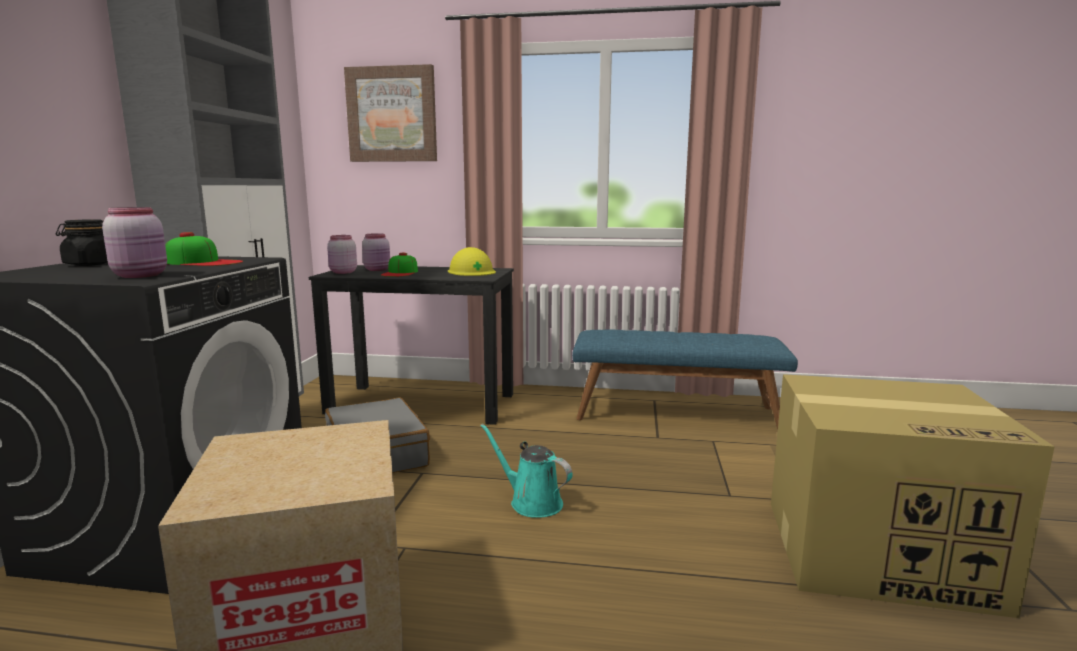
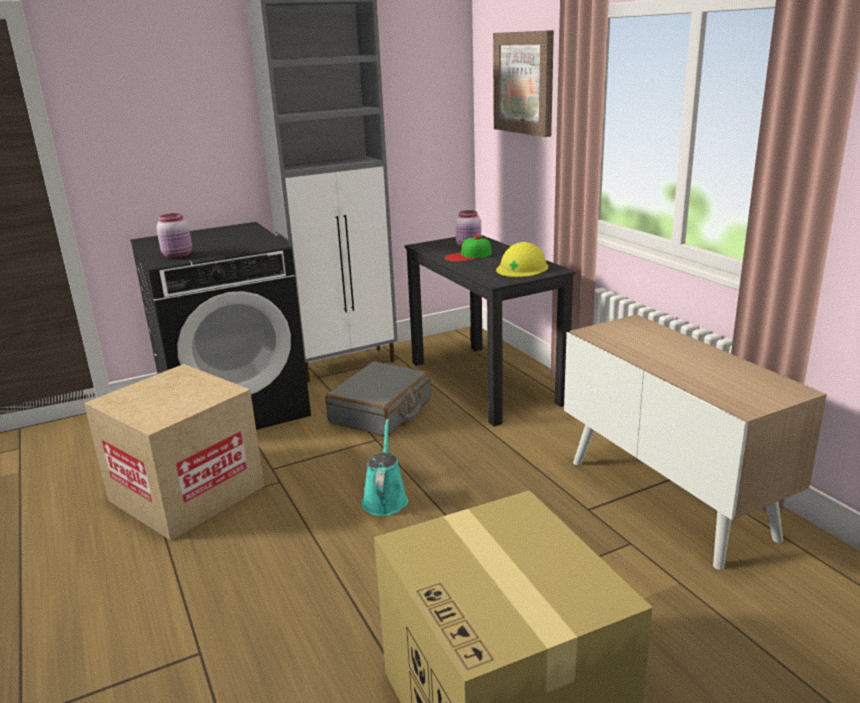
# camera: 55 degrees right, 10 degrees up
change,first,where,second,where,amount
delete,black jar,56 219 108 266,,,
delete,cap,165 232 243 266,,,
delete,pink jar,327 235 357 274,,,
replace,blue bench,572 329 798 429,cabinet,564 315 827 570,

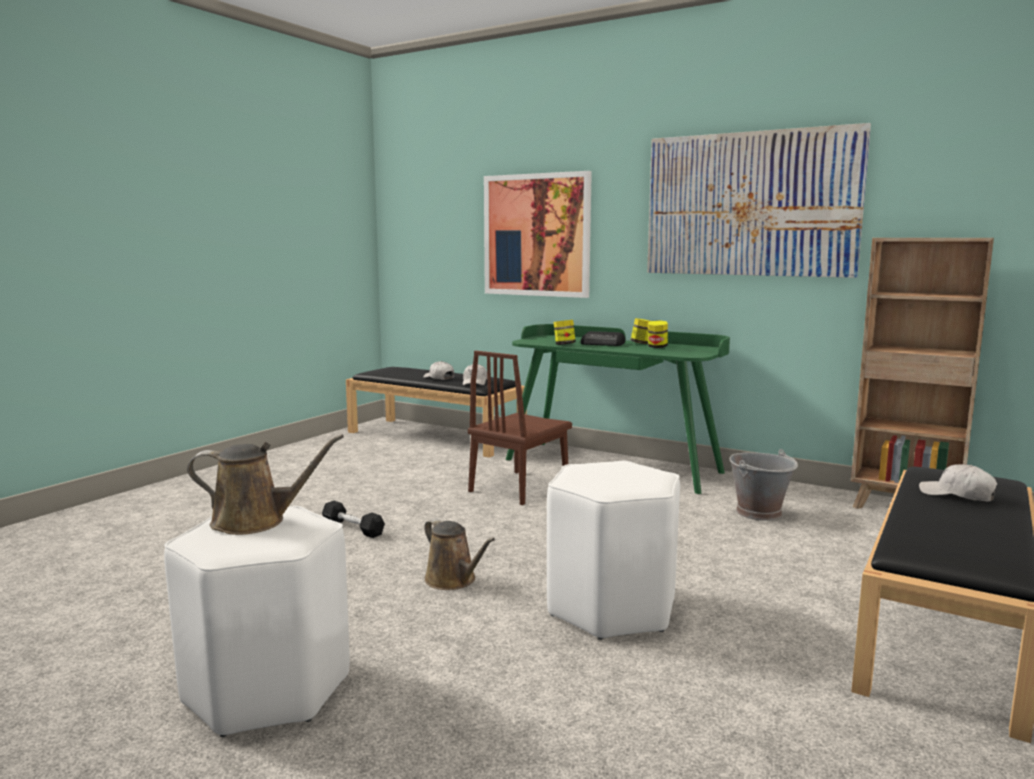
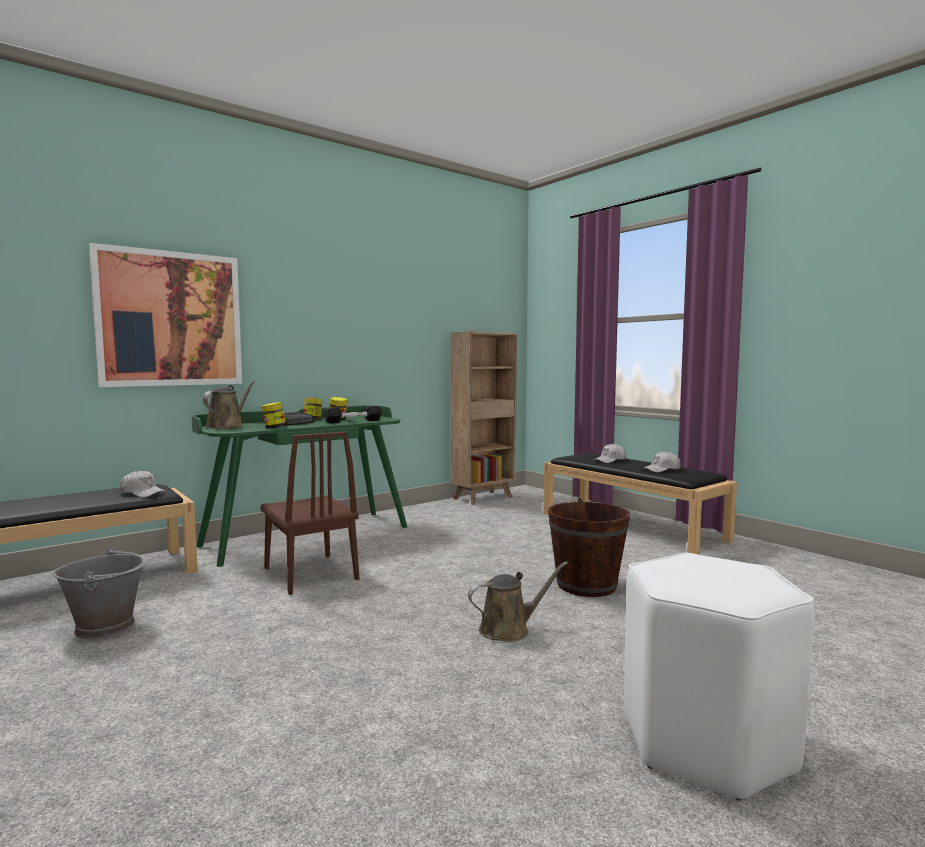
# camera: 70 degrees left, 5 degrees down
change,first,where,second,where,amount
delete,picture,647 123 871 278,,,
move,white cap,423 361 454 380,,643 451 681 472,
move,brown watering can,187 434 344 535,,203 380 256 429,
move,grey bucket,730 449 798 521,,53 547 146 640,
replace,white stool,547 461 680 640,brown bucket,548 498 630 597,
move,black dumbbell,322 501 385 538,,324 406 381 424,

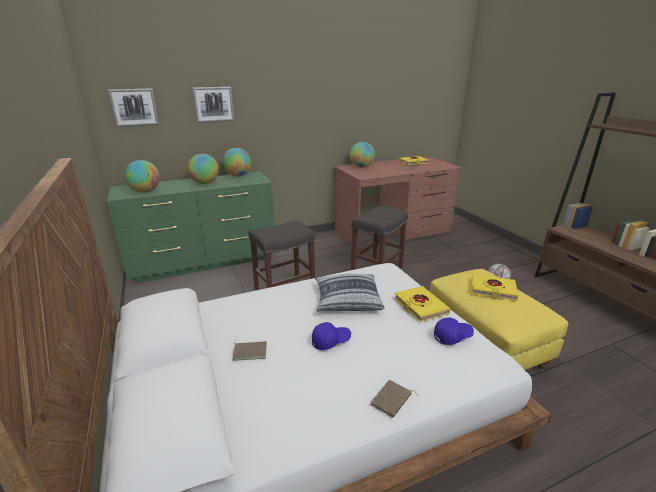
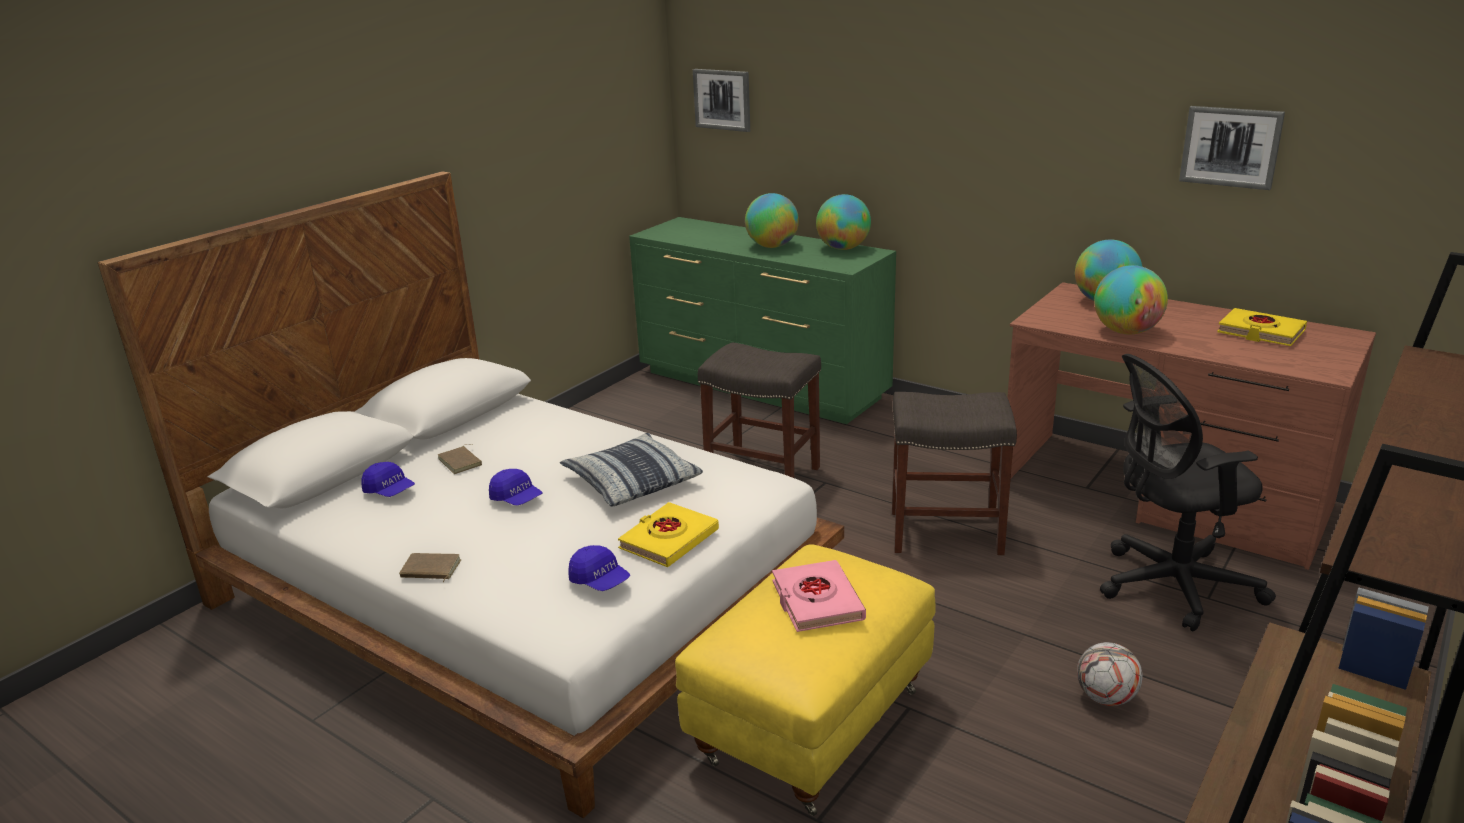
# camera: 60 degrees right, 0 degrees up
change,first,where,second,where,amount
move,picture,192 87 235 123,,1179 106 1285 190,
move,globe,124 160 160 193,,1094 265 1168 335,
recolor,yellow book,472 274 519 301,pink book,772 560 866 632,
insert,,,black office chair,1100 354 1276 631,
insert,,,blue cap,361 462 415 497,

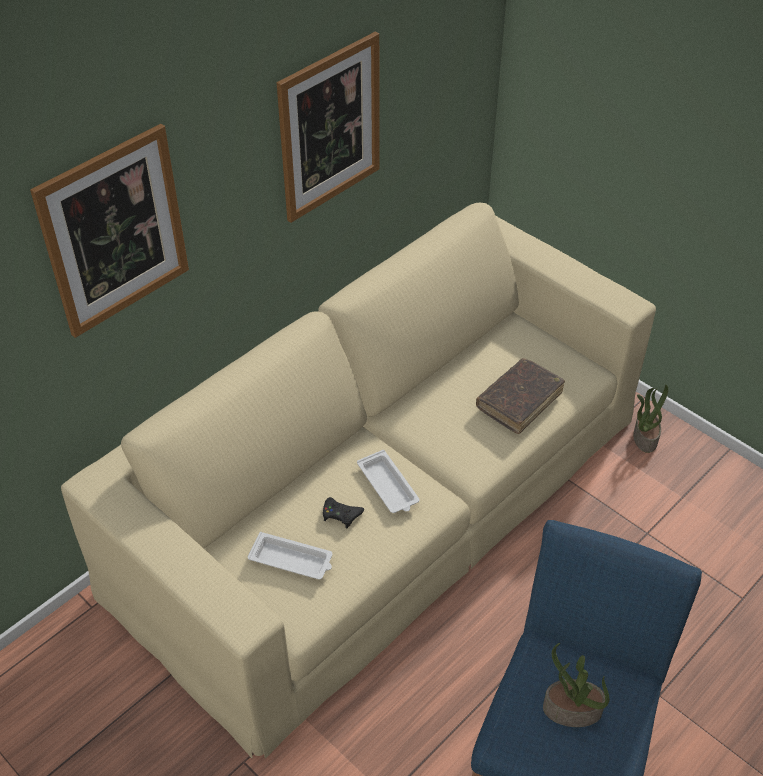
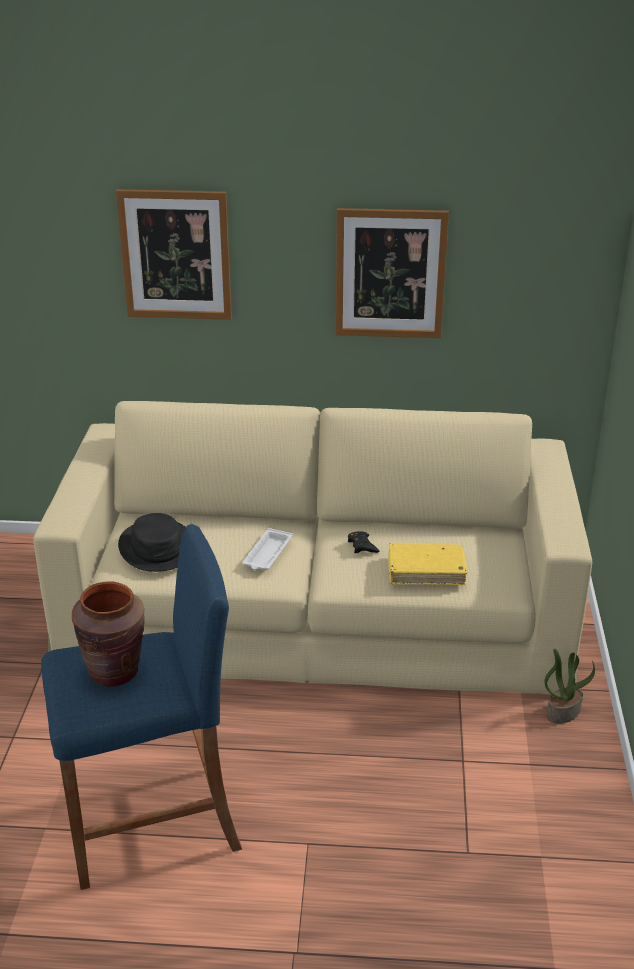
# camera: 50 degrees right, 15 degrees down
change,first,where,second,where,amount
recolor,brown book,476 358 565 434,yellow book,388 543 467 585,
move,black game controller,323 497 364 528,,348 532 379 553,
replace,white tray,247 532 333 580,black hat,118 513 186 572,
replace,potted plant,543 643 609 727,brown vase,72 582 145 687,

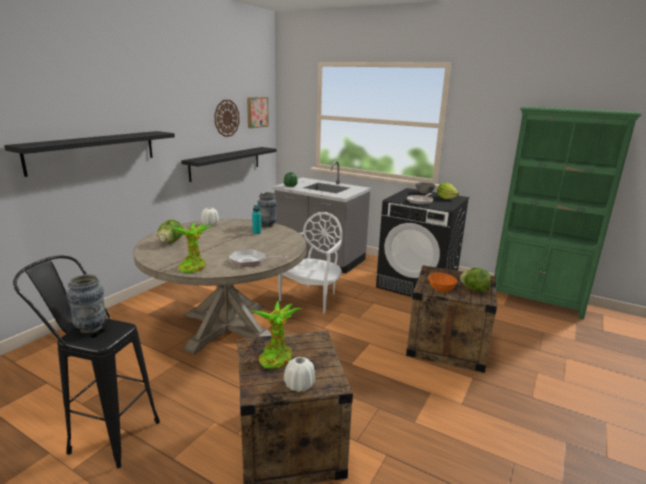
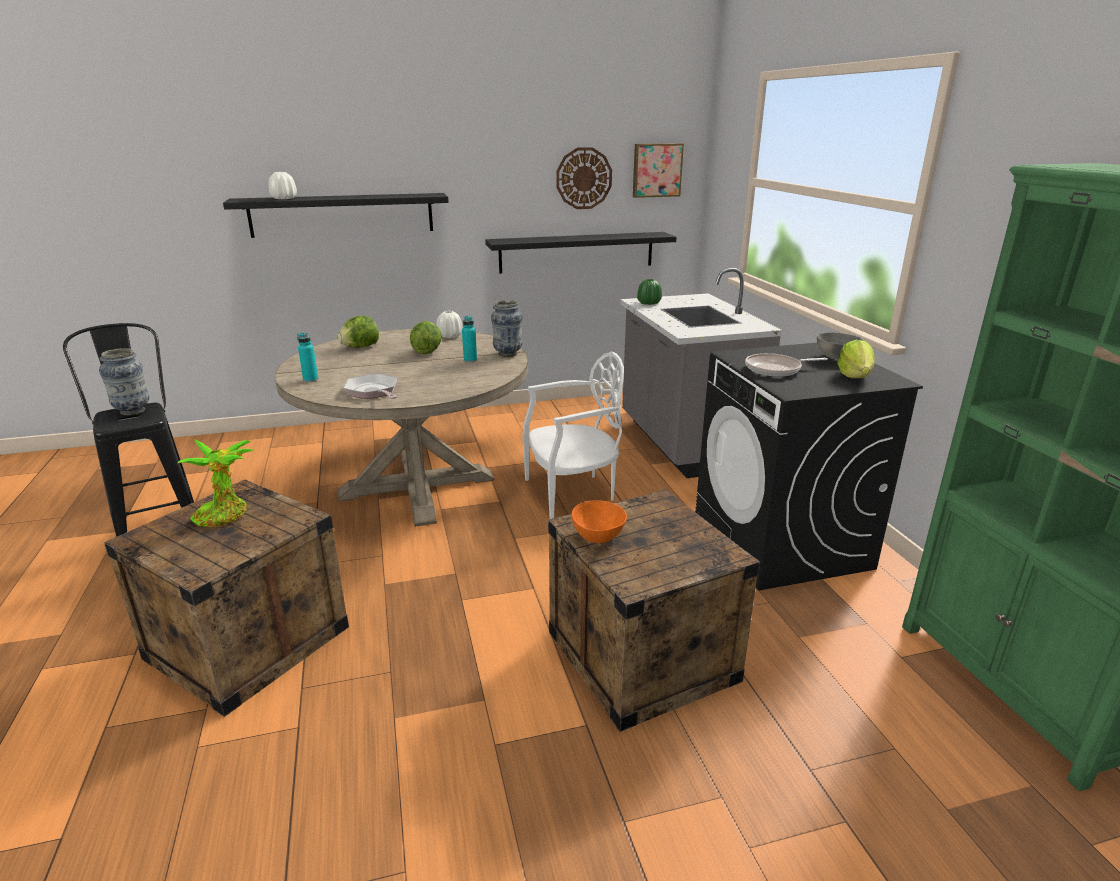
# camera: 45 degrees right, 5 degrees up
change,first,where,second,where,amount
replace,potted plant,170 223 212 273,turquoise bottle,297 333 318 382,
move,lettuce,460 268 492 293,,410 321 442 355,
move,white vase,284 357 315 392,,268 172 297 199,

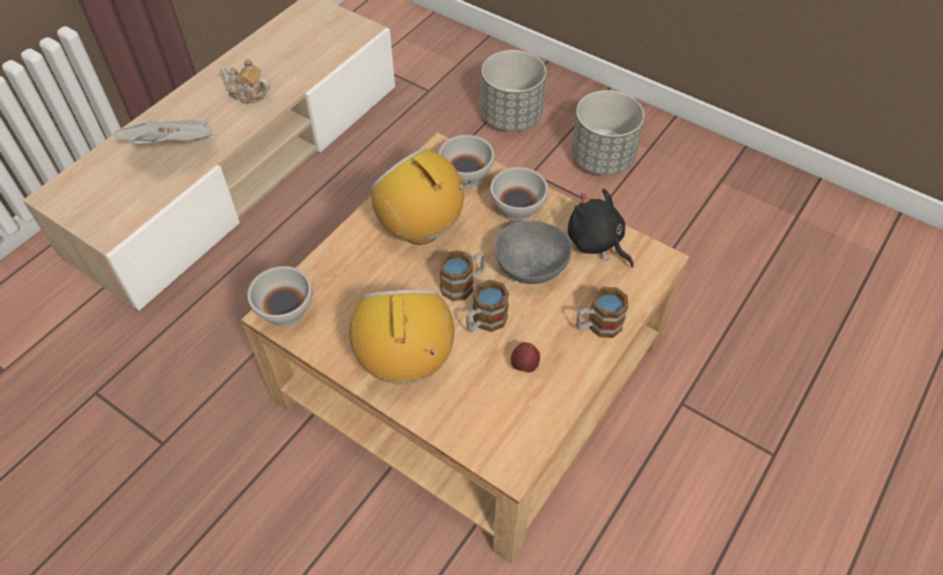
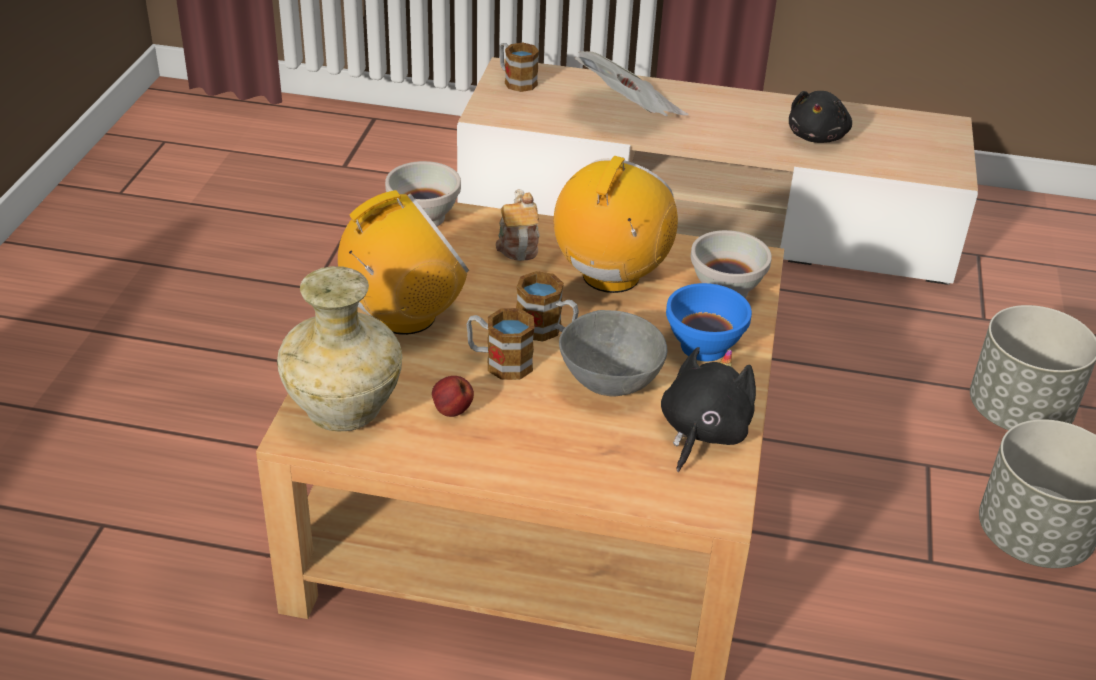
# camera: 65 degrees right, 15 degrees down
change,first,where,second,where,amount
move,teapot,220 59 270 104,,496 189 540 261,
recolor,white bowl,490 167 548 222,blue bowl,666 283 752 361,
move,mug,576 287 628 338,,500 43 539 92,
insert,,,black plush toy,789 91 852 143,
insert,,,beige vase,277 266 402 431,

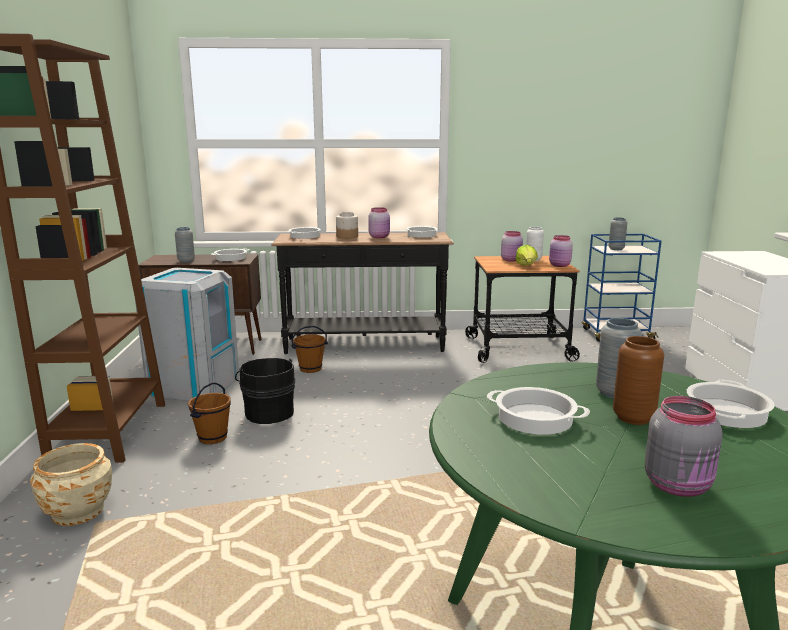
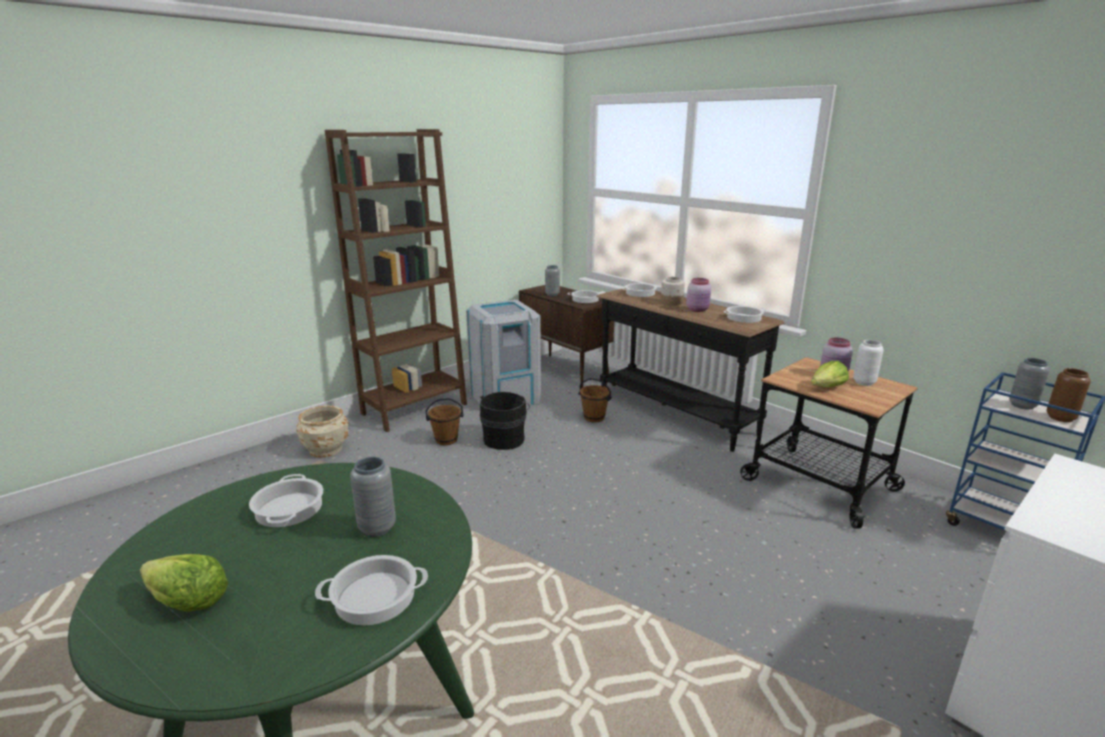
# camera: 50 degrees right, 5 degrees up
change,first,where,second,where,amount
delete,pink jar,549 235 573 267,,,
move,brown vase,613 336 664 425,,1047 368 1091 422,
replace,grey jar,645 396 723 497,lettuce,140 554 228 612,

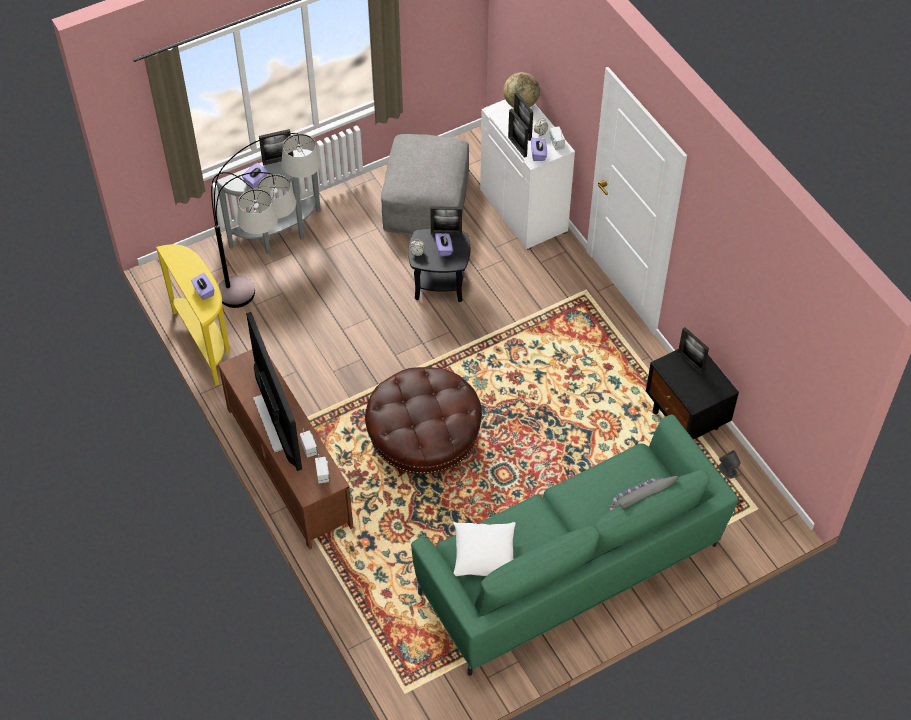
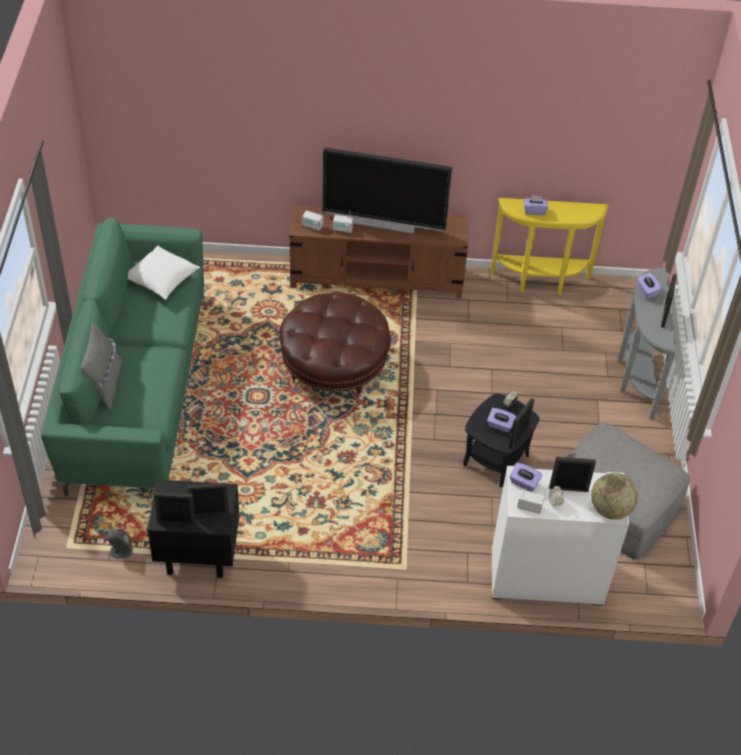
# camera: 120 degrees right, 5 degrees down
change,first,where,second,where,amount
move,picture frame,508 109 528 158,,154 492 196 525,
delete,floor lamp,211 133 321 308,,,

